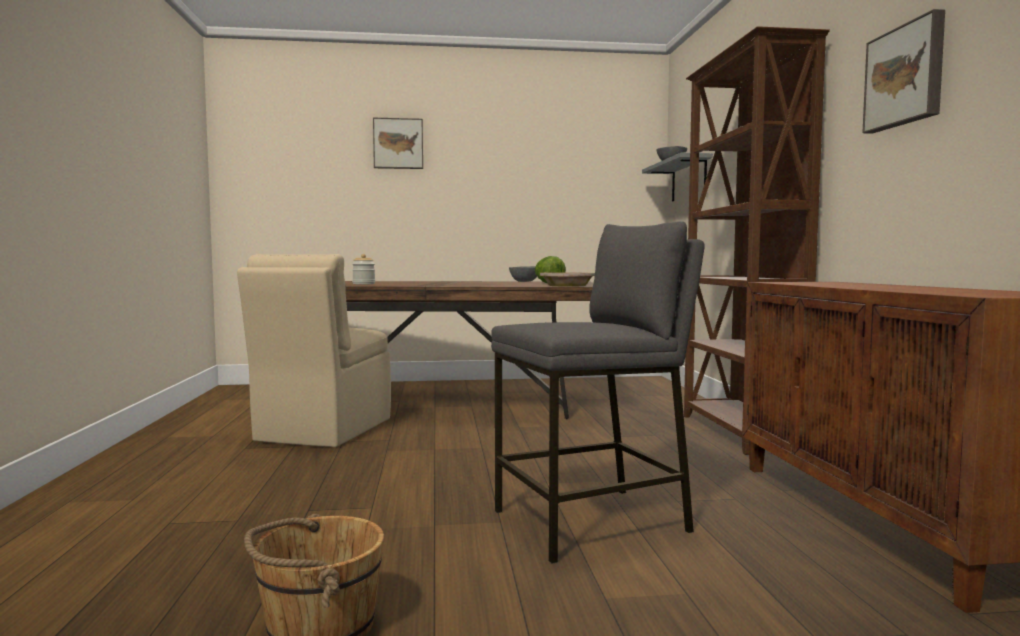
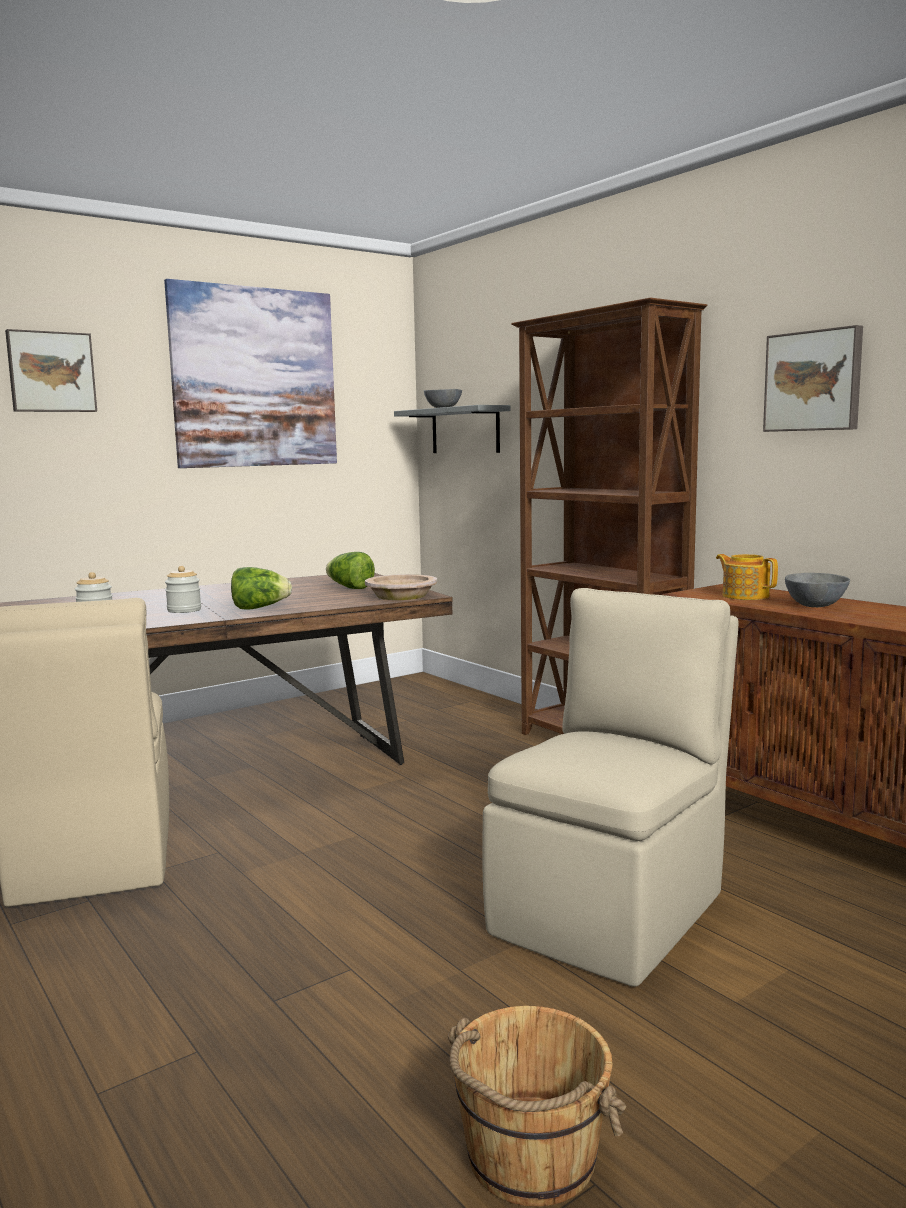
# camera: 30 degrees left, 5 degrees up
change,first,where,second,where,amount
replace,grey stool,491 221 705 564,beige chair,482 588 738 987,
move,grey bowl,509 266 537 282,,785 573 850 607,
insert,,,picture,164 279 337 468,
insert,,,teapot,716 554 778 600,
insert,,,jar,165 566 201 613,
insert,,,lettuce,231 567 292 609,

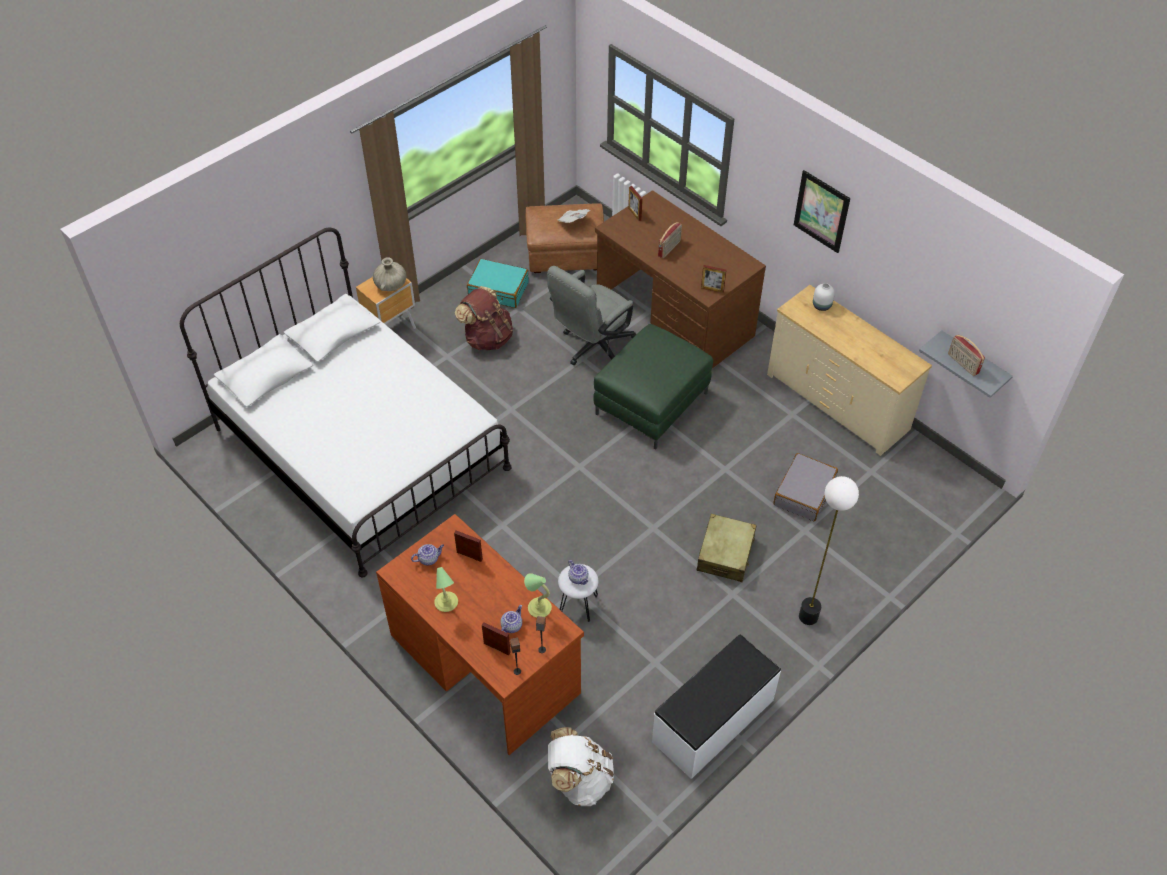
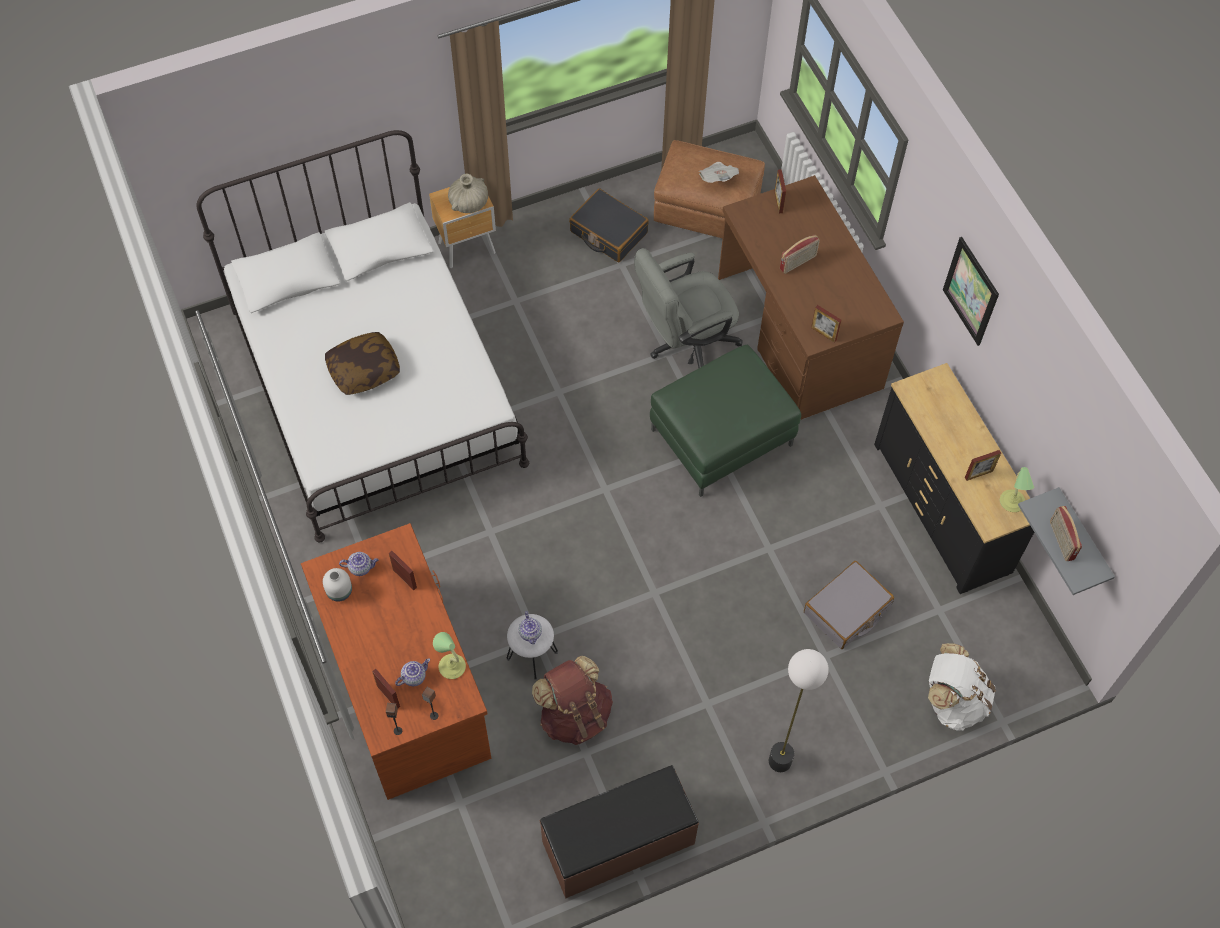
# camera: 20 degrees right, 10 degrees up
change,first,where,second,where,amount
recolor,turquoise suitcase,467 259 529 308,black suitcase,569 189 649 262,
move,white vase,813 283 835 311,,323 568 352 602,
recolor,beige dresser,767 285 932 456,black dresser,874 363 1034 594,
move,brown backpack,455 286 513 351,,532 656 613 745,
delete,beige suitcase,697 514 757 582,,,
move,table lamp,434 567 458 612,,1000 467 1034 512,
recolor,white bench,652 635 781 779,brown bench,540 765 699 898,
move,white backpack,548 727 614 806,,928 643 996 731,
insert,,,pillow,325 332 400 395,
insert,,,picture frame,965 450 1001 481,

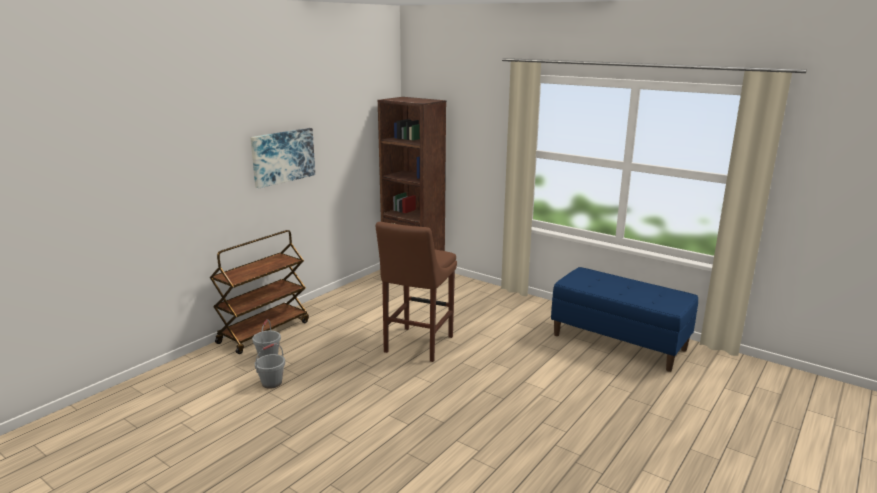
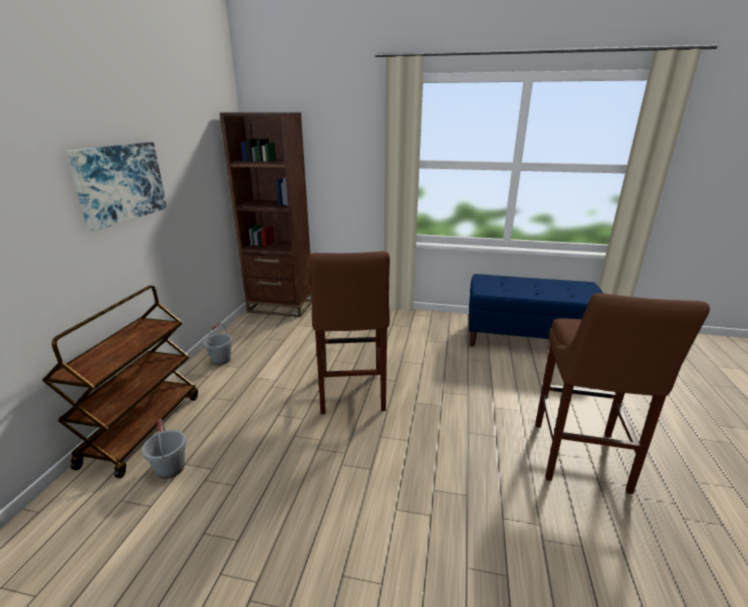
# camera: 25 degrees left, 5 degrees up
change,first,where,second,where,amount
move,grey bucket,255 343 285 389,,203 323 233 365,
insert,,,brown stool,535 293 710 494,

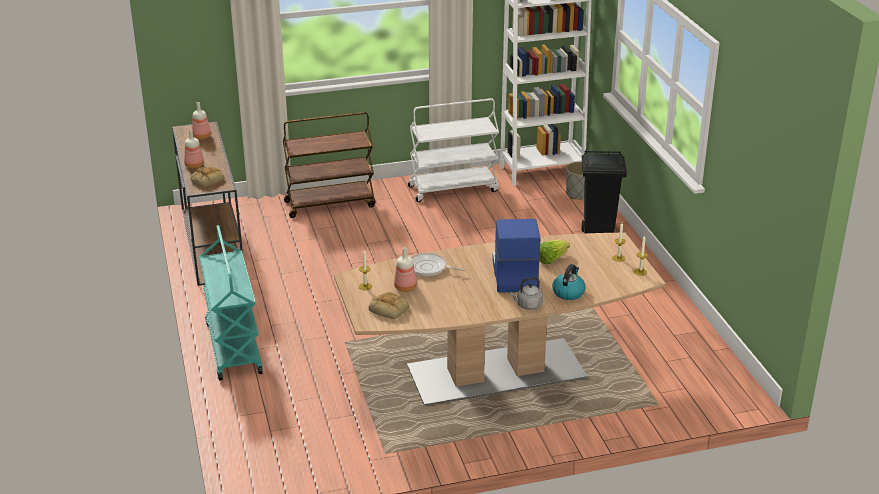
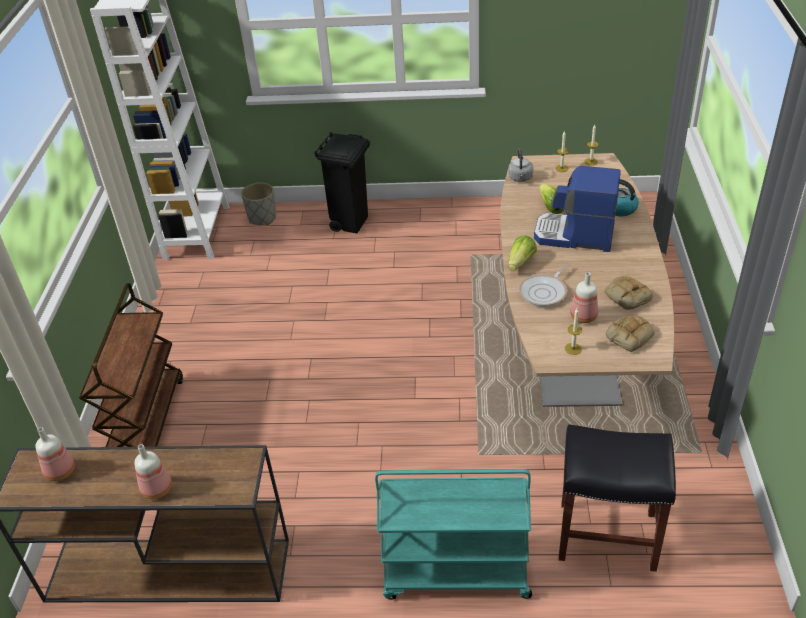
# camera: 70 degrees left, 10 degrees up
change,first,where,second,where,amount
delete,white cart,408 98 499 202,,,
move,bread,190 167 225 188,,604 276 653 310,
move,grey kettle,510 277 543 310,,508 148 533 182,
insert,,,lettuce,508 235 537 271,
insert,,,black stool,559 424 676 572,

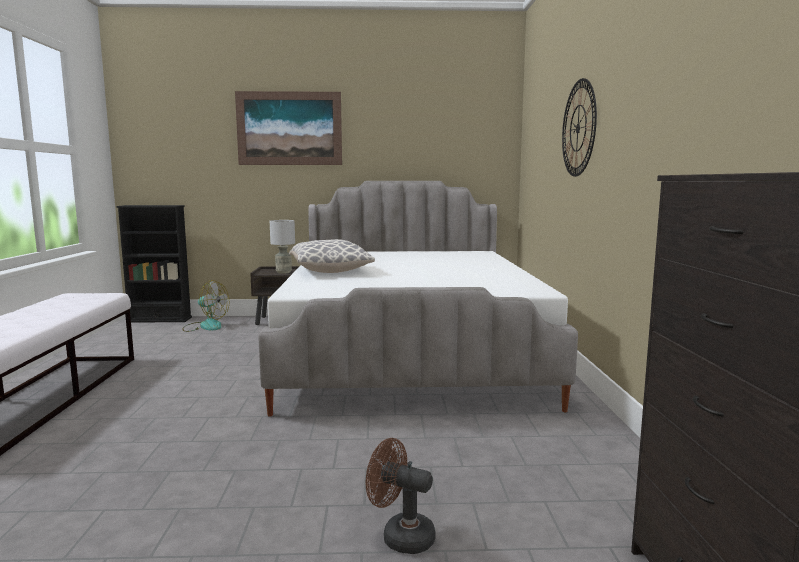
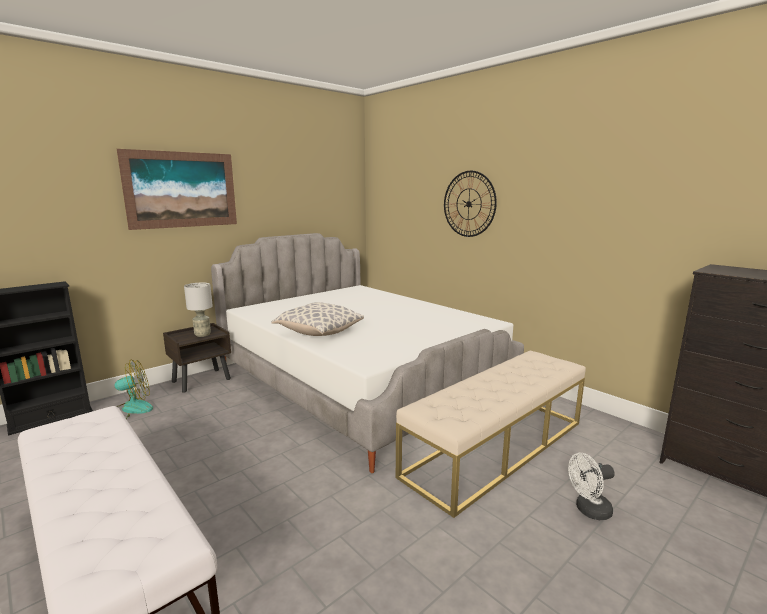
# camera: 40 degrees left, 5 degrees up
change,first,where,second,where,amount
recolor,brown fan,365 438 435 554,white fan,568 453 615 520,
insert,,,beige bench,396 350 586 518,

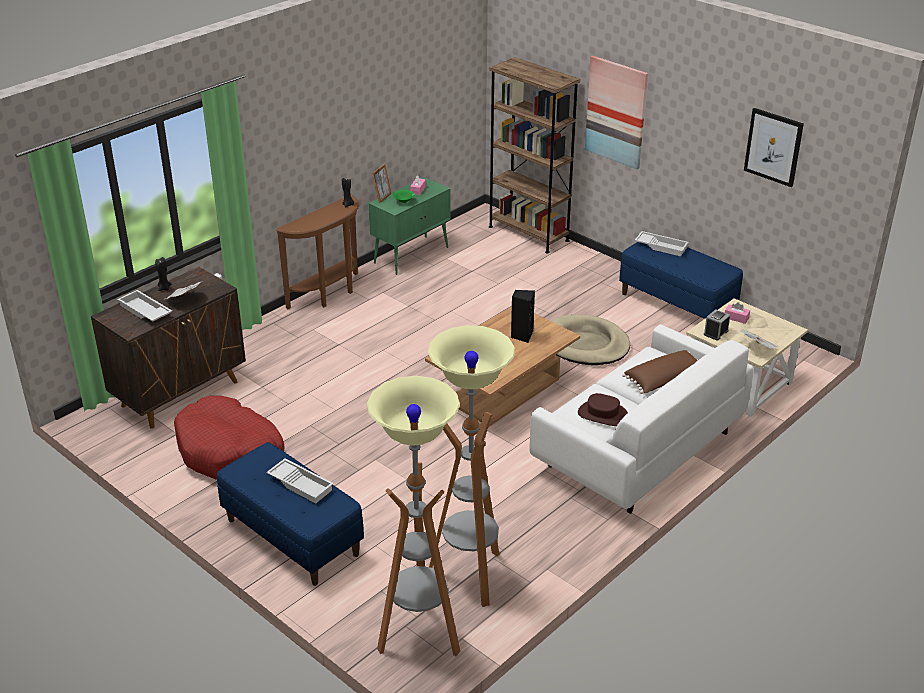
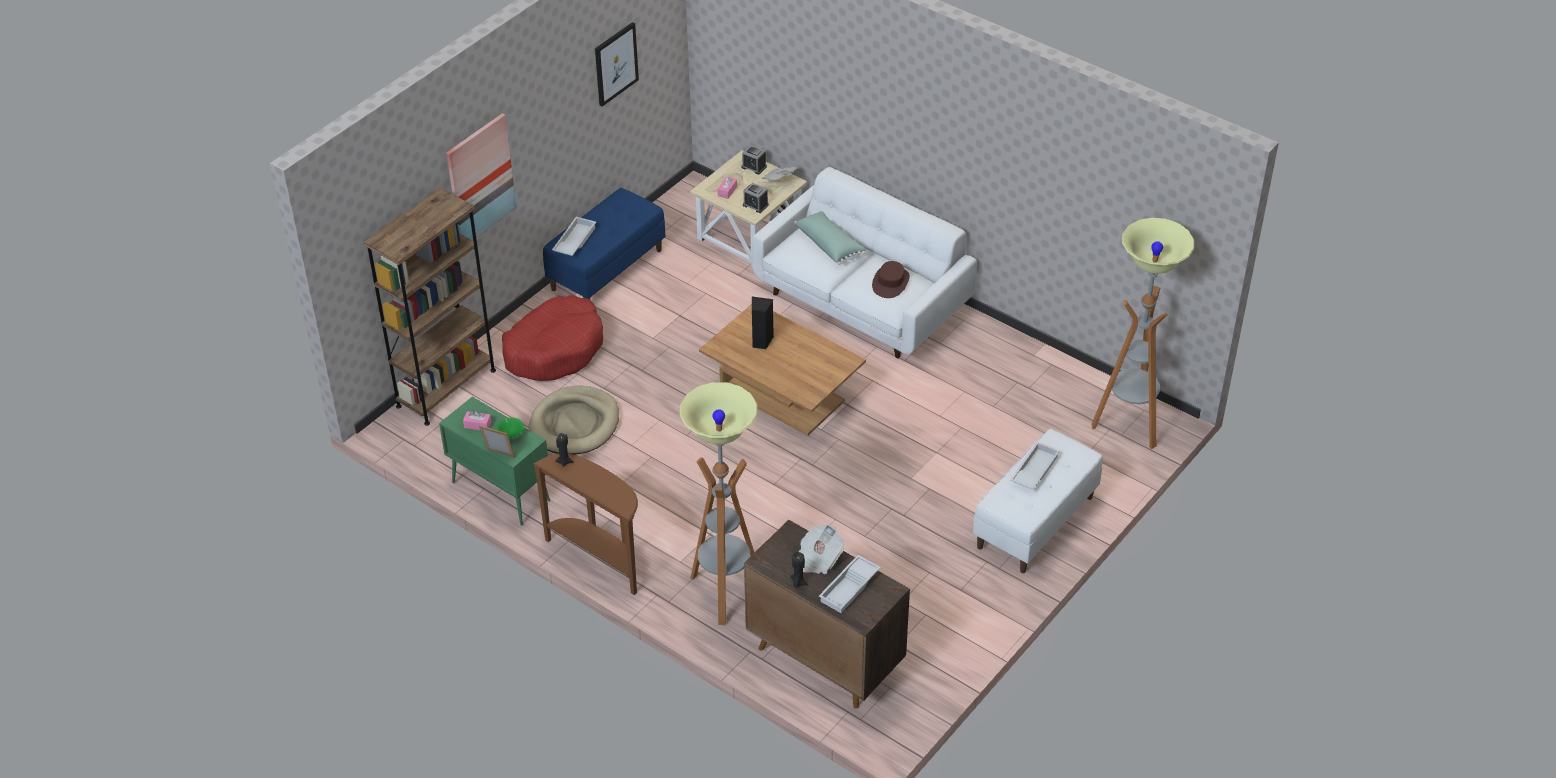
# camera: 95 degrees left, 10 degrees up
change,first,where,second,where,amount
move,beige dog bed,552 315 630 365,,529 385 619 455,
move,floor lamp,428 325 515 607,,680 382 757 625,
recolor,brown pillow,622 350 698 394,green pillow,794 211 866 265,
move,red dog bed,174 396 285 480,,502 295 603 381,
recolor,blue bench,217 442 364 586,white bench,973 429 1103 573,
insert,,,alarm clock,741 145 767 174,

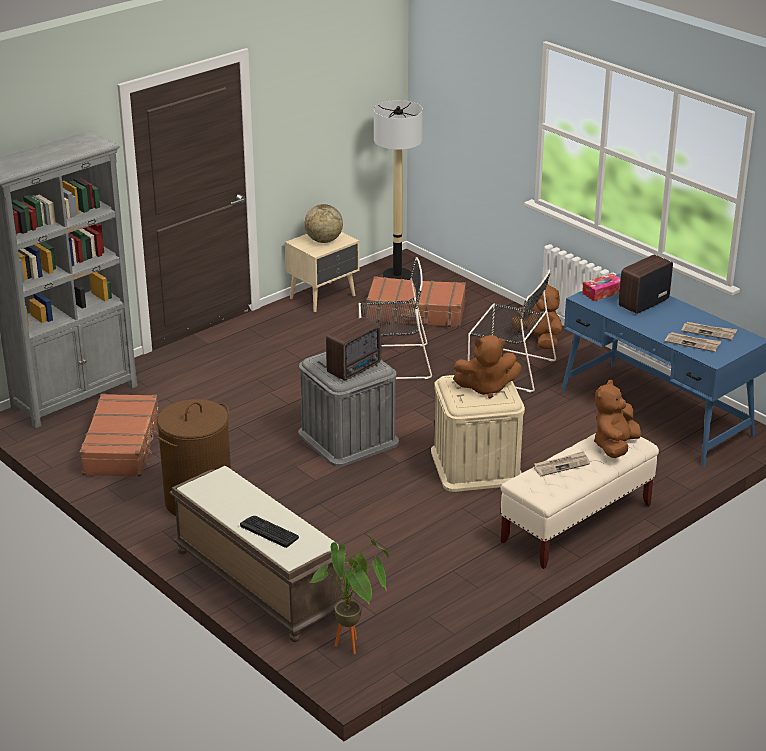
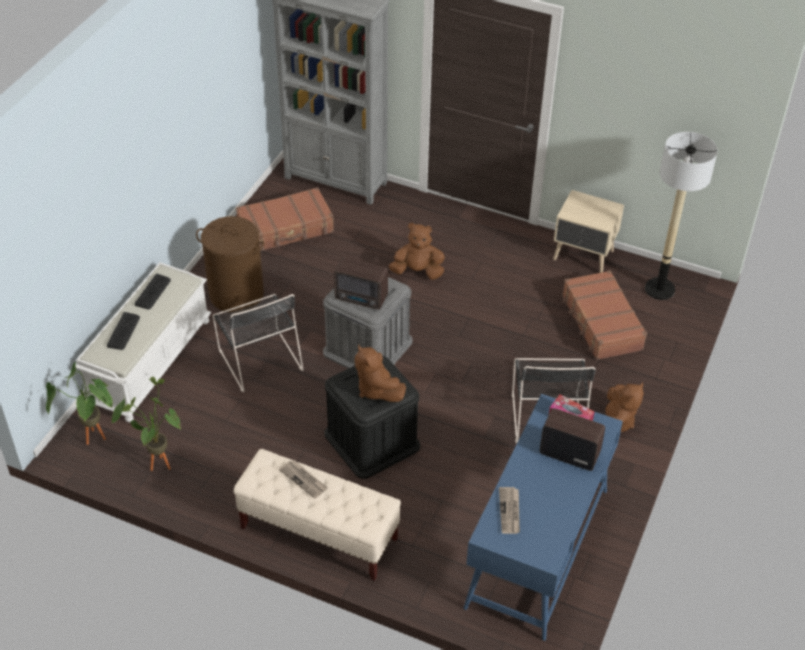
# camera: 65 degrees right, 15 degrees up
change,first,where,second,where,amount
delete,globe,304 204 343 243,,,
move,black chair,359 257 432 379,,213 294 303 392,
delete,newspaper,681 322 737 340,,,
recolor,beige storage box,431 375 525 492,black storage box,325 356 420 479,
move,brown plush toy,594 380 641 458,,389 223 445 280,
recolor,brown bench,169 466 347 642,white bench,75 262 211 422,
insert,,,keyboard,135 274 171 309,
insert,,,potted plant,112 377 181 471,

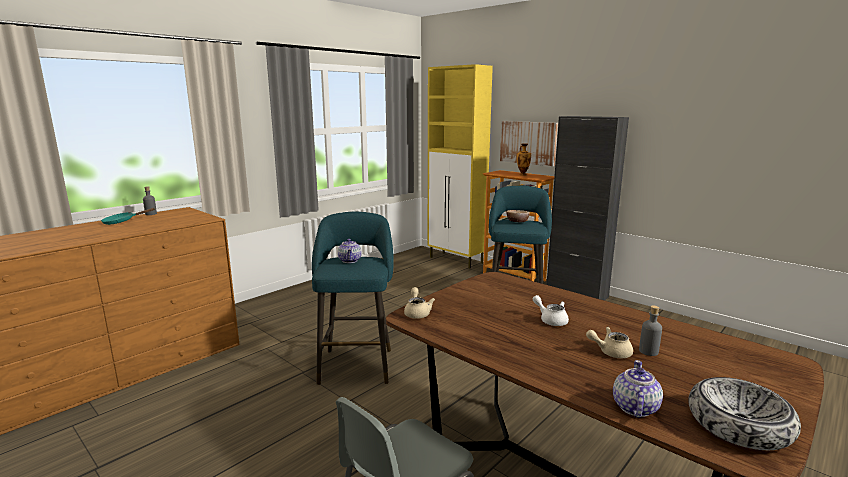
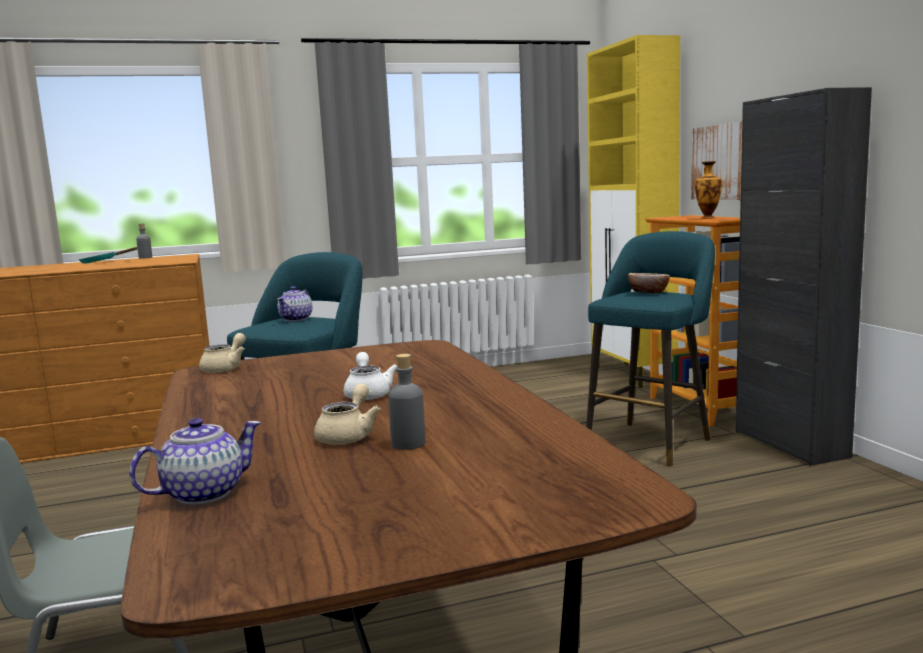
# camera: 30 degrees right, 5 degrees down
change,first,where,second,where,amount
rotate,beige teapot,586 327 633 358,,314 383 381 445,75 degrees clockwise
delete,bowl,688 377 801 450,,,

